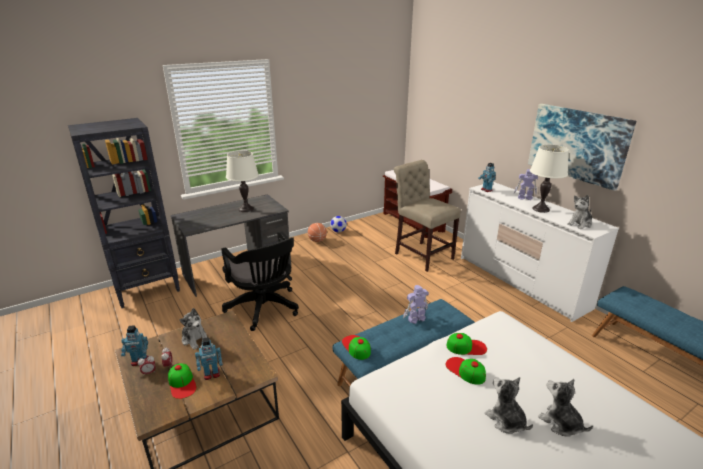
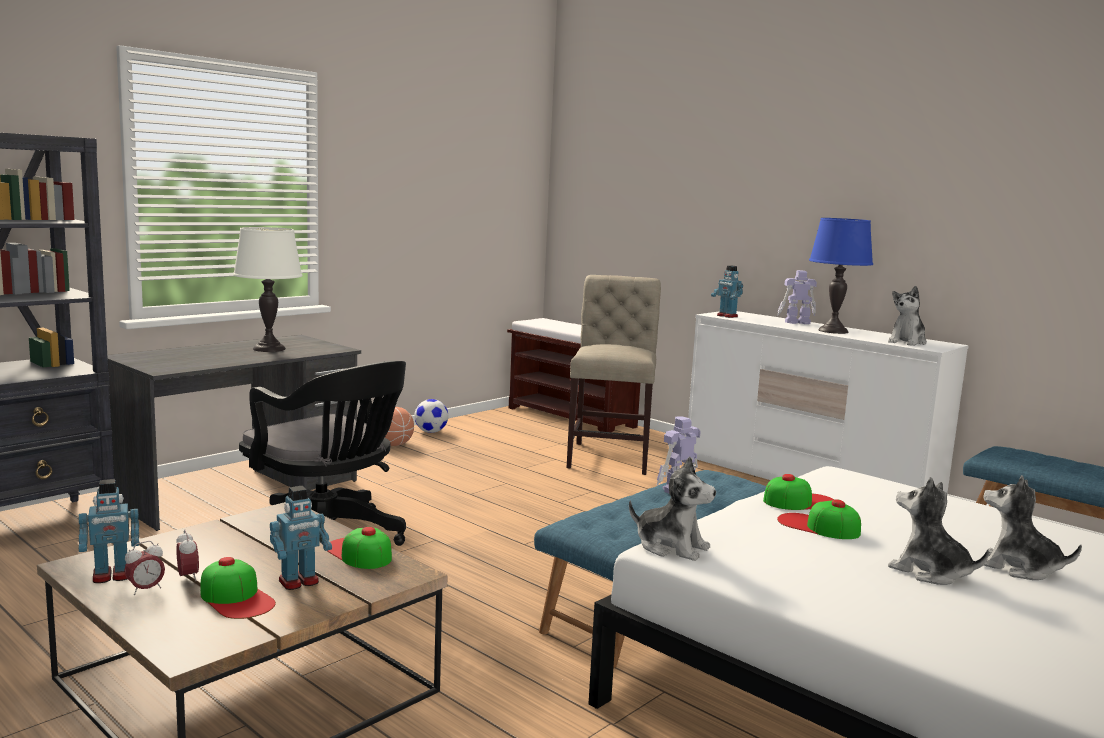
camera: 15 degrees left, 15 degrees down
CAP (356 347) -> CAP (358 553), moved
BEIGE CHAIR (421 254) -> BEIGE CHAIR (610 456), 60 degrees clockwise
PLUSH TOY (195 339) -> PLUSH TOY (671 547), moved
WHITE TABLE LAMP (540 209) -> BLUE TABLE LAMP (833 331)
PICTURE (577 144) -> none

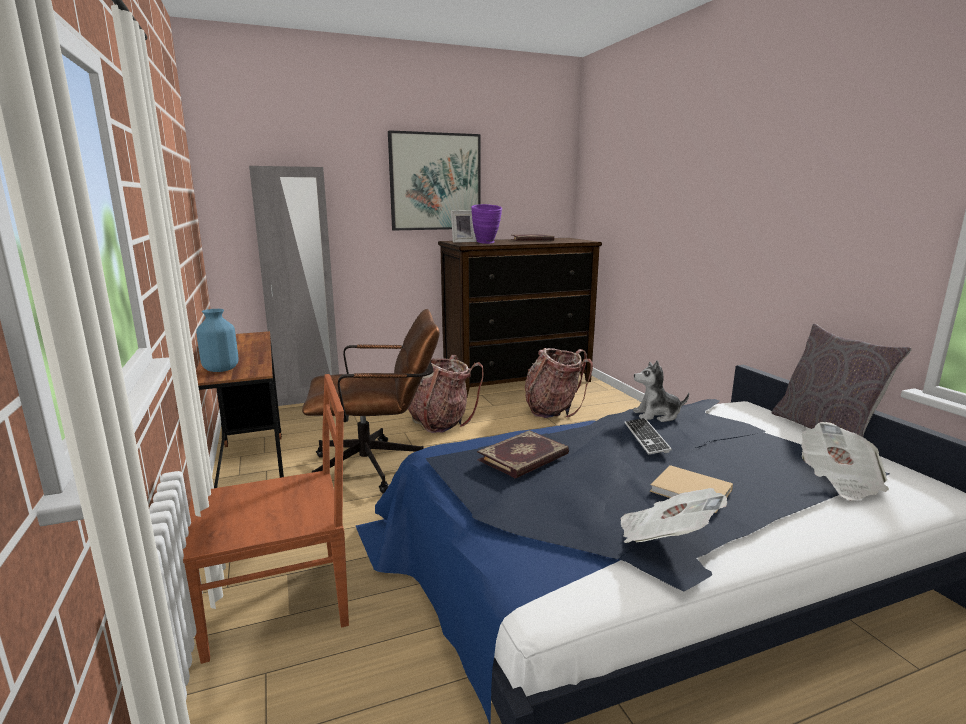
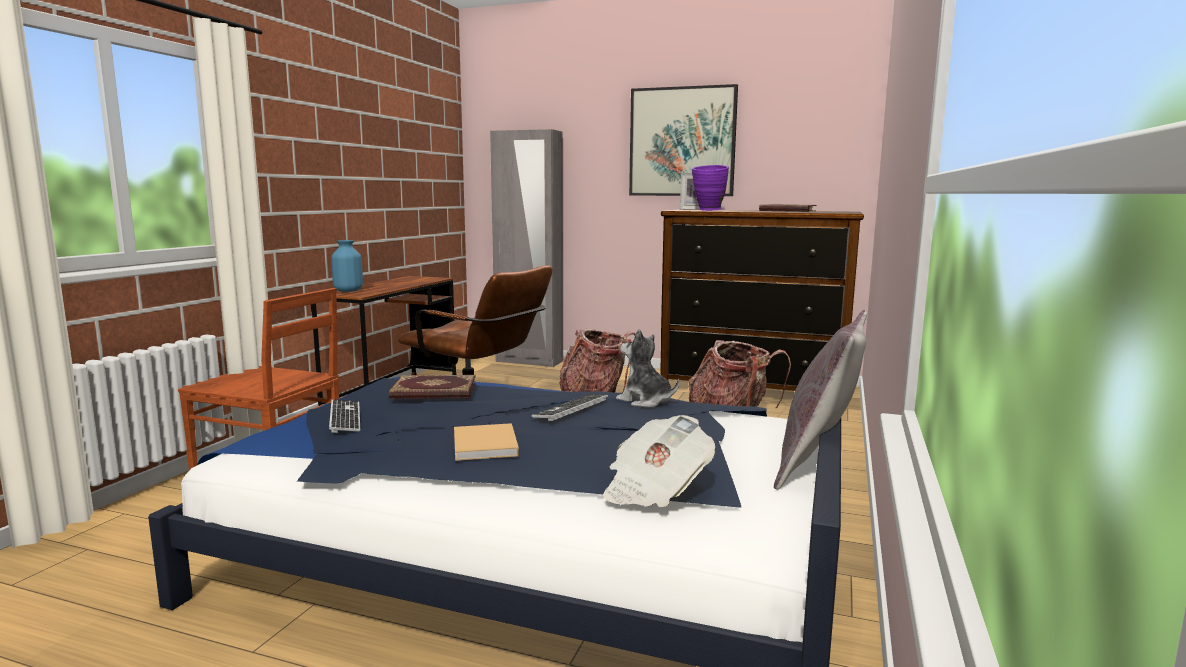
camera: 40 degrees right, 5 degrees down
none -> KEYBOARD (345 417)
NEWSPAPER (665 538) -> none

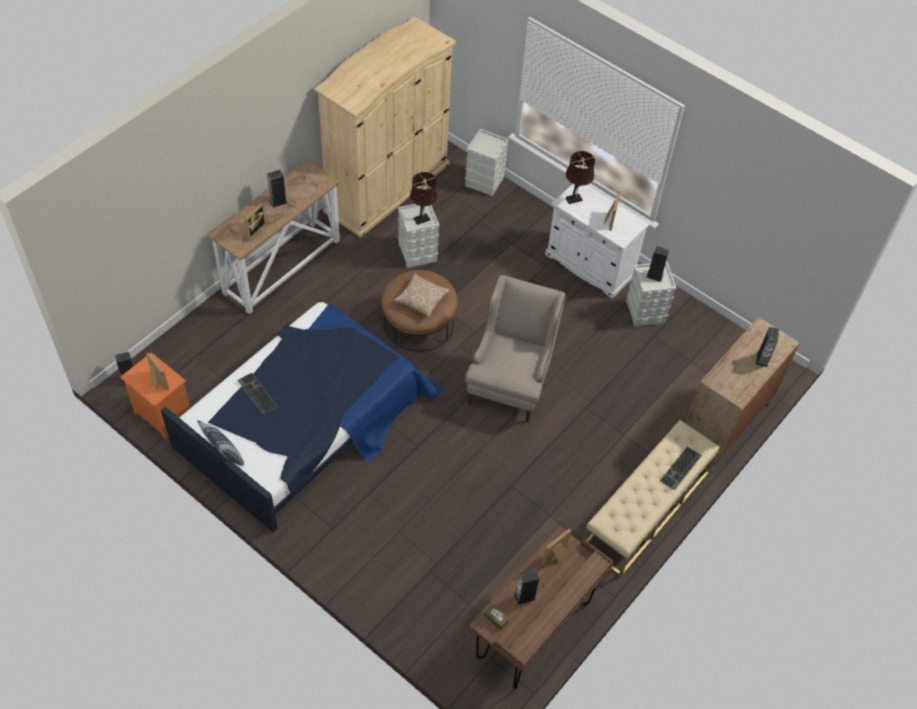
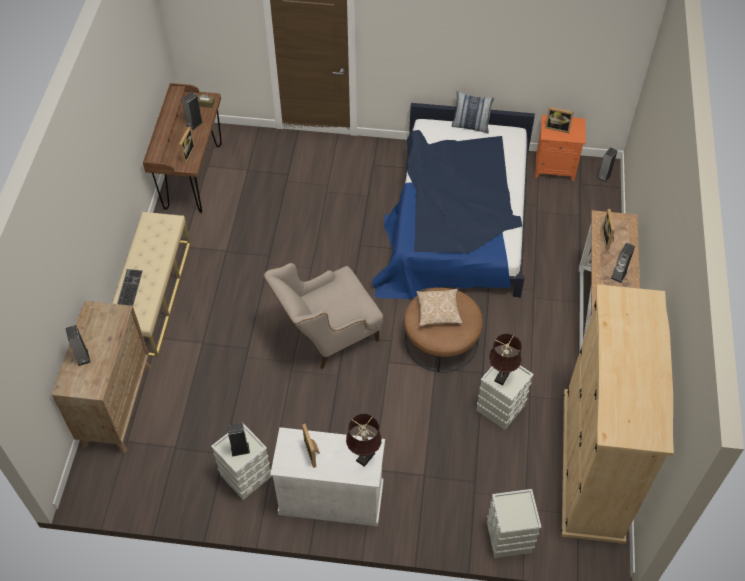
camera: 150 degrees right, 0 degrees up
BEIGE ARMCHAIR (511 379) -> BEIGE ARMCHAIR (326 336), 75 degrees clockwise
KEYBOARD (256 393) -> none

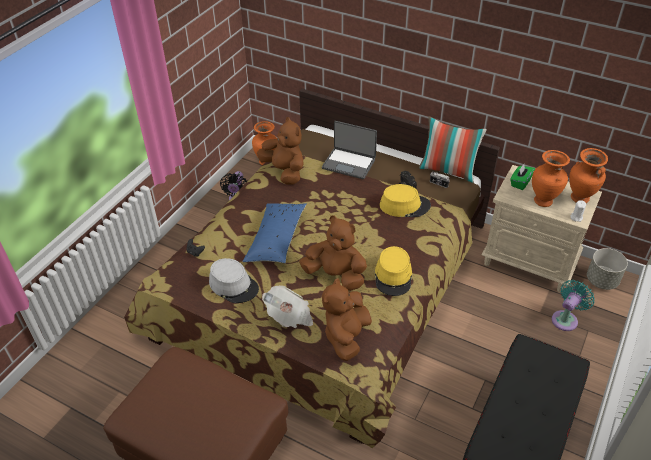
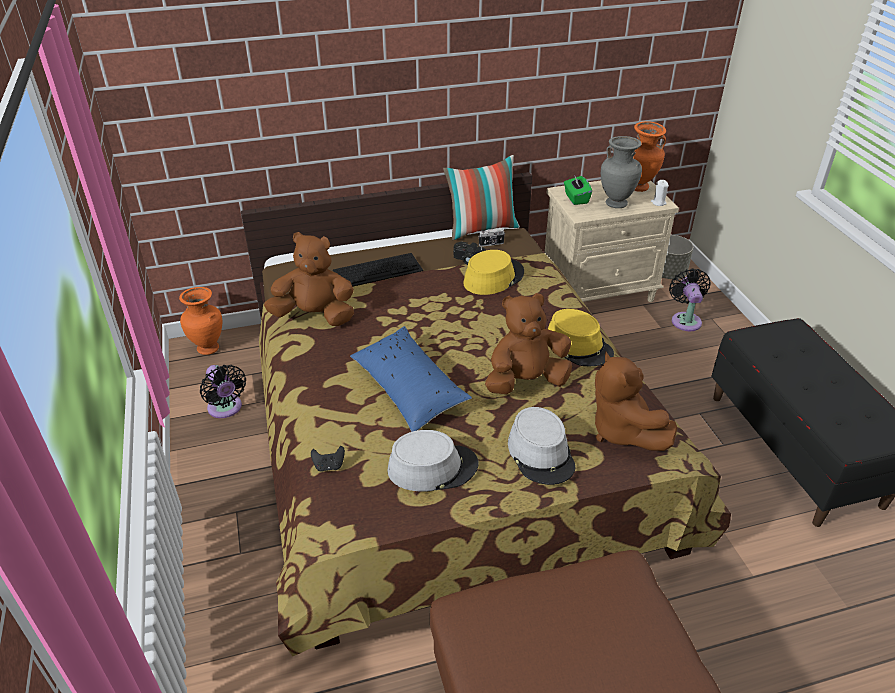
camera: 45 degrees left, 5 degrees down
LAPTOP (349 163) -> KEYBOARD (378 270)
NEWSPAPER (289 316) -> GREY HAT (541 454)
ORANGE VASE (543 201) -> GREY VASE (616 203)
TURQUOISE FAN (566 319) -> BLACK FAN (685 320)

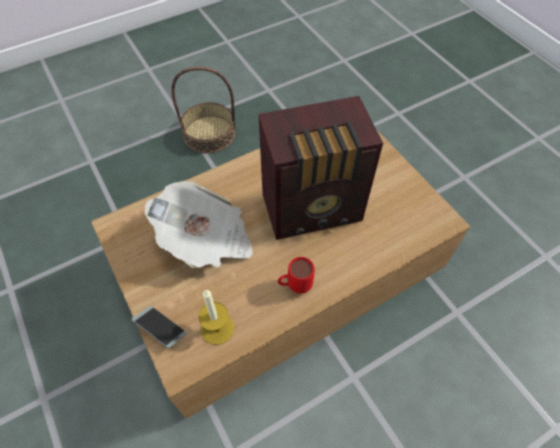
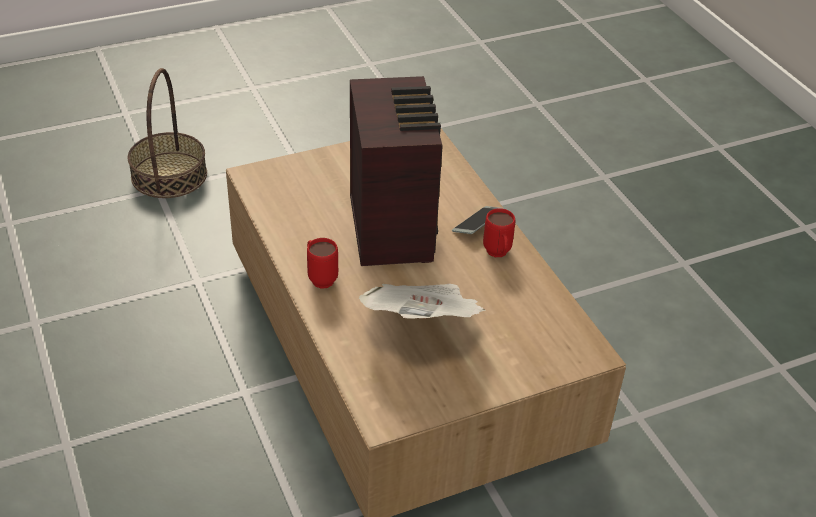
camera: 85 degrees left, 15 degrees down
BASKET (209 134) -> BASKET (169 175), moved
none -> RED MUG (320 277)
PHONE (160 328) -> PHONE (478 224), moved
CANDLE (217 328) -> none

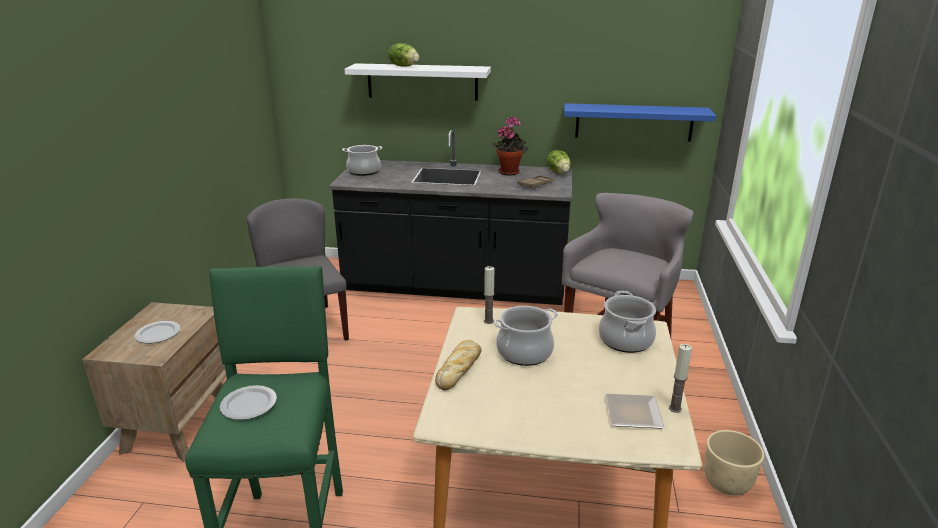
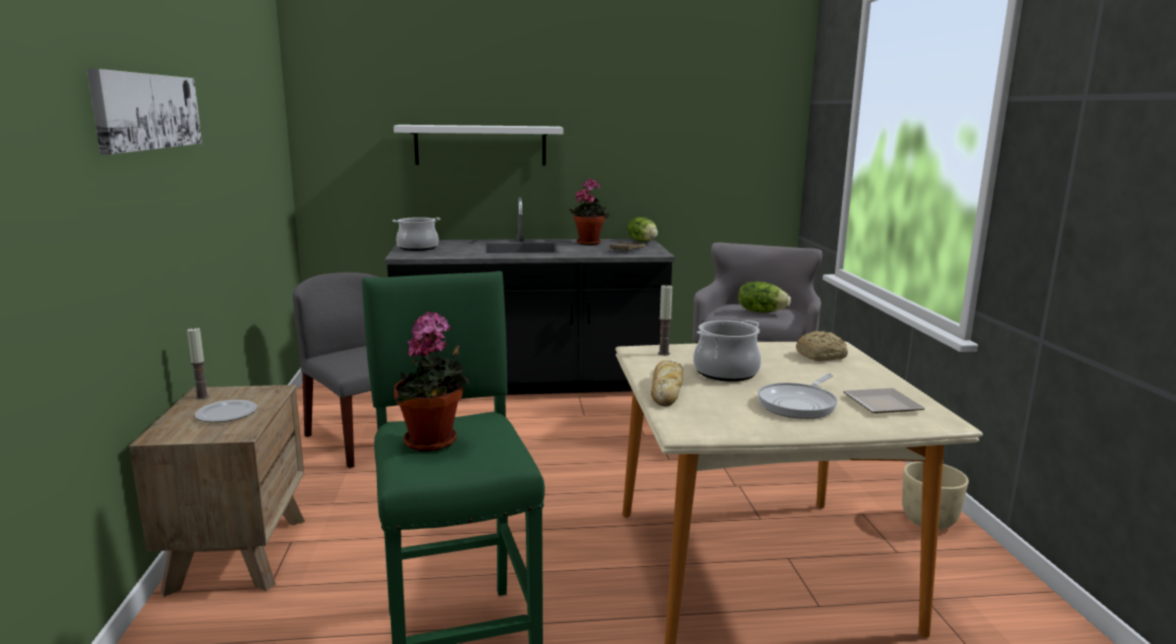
camera: 15 degrees left, 10 degrees down
none -> PICTURE (147 111)
CANDLE (675 408) -> CANDLE (202 397), moved
PLATE (249 405) -> POTTED PLANT (434 443)
LETTUCE (404 66) -> LETTUCE (761 311), moved
none -> FRYING PAN (799 404)
COOKING POT (626 340) -> BREAD (822 356)
BLUE SHELF (634 122) -> none

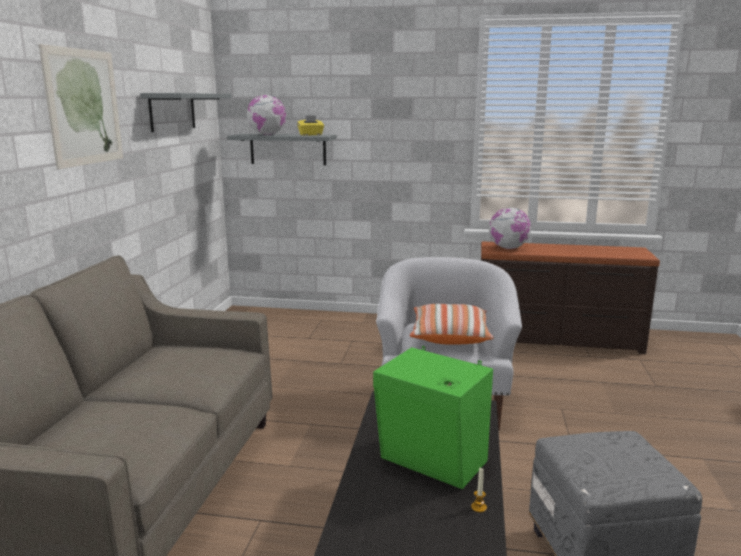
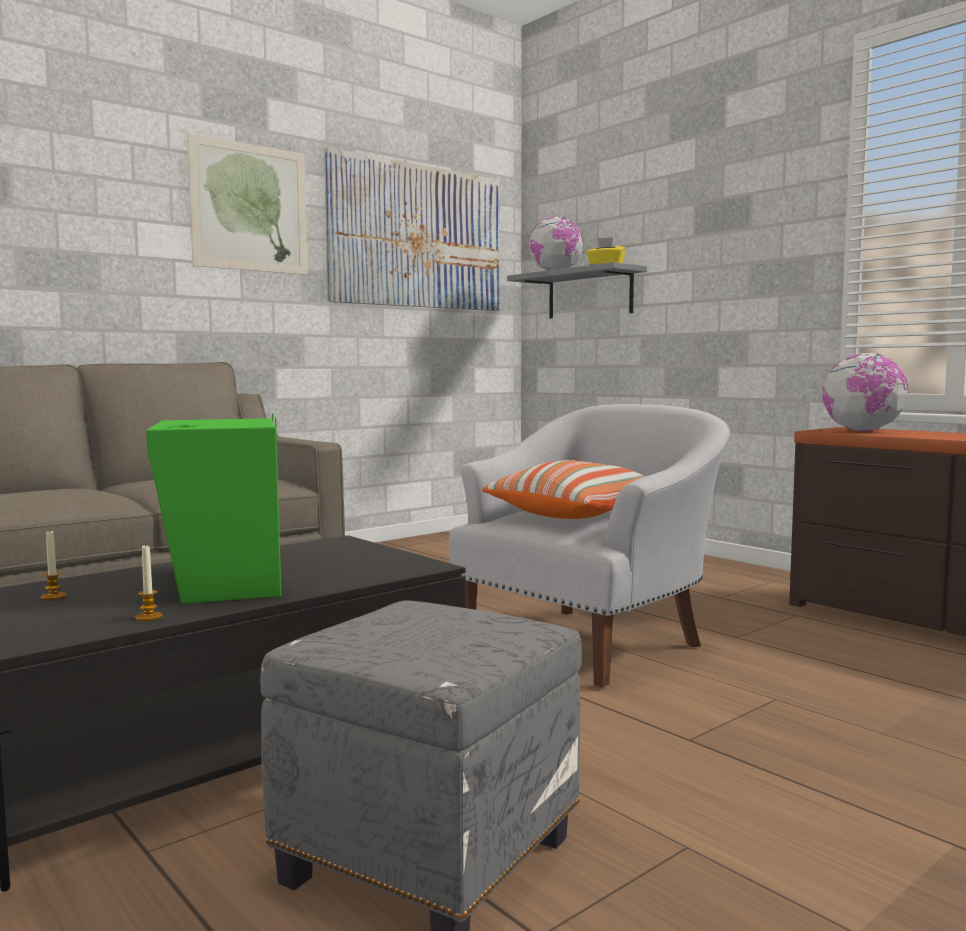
camera: 40 degrees right, 10 degrees down
none -> CANDLE (53 597)
GREY SHELF (172 111) -> PICTURE (417 237)

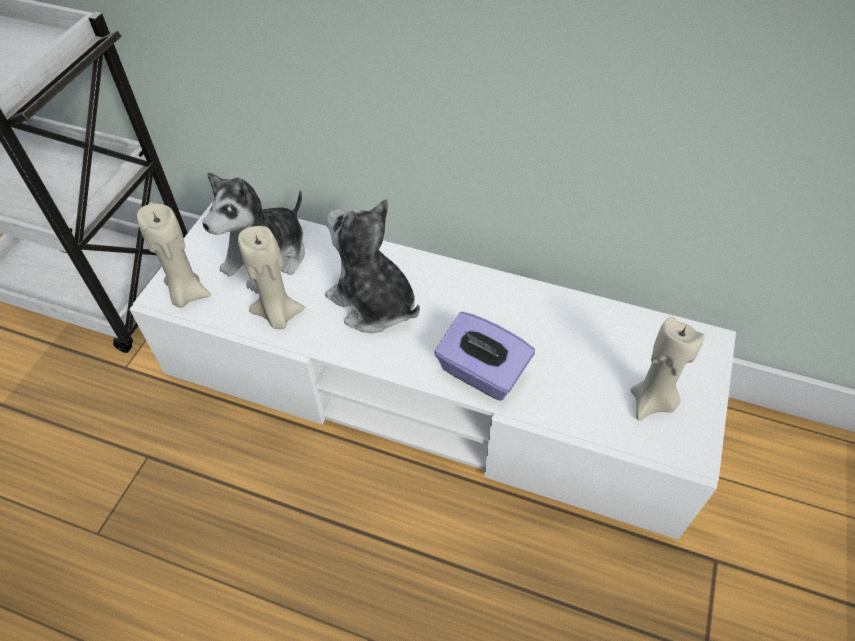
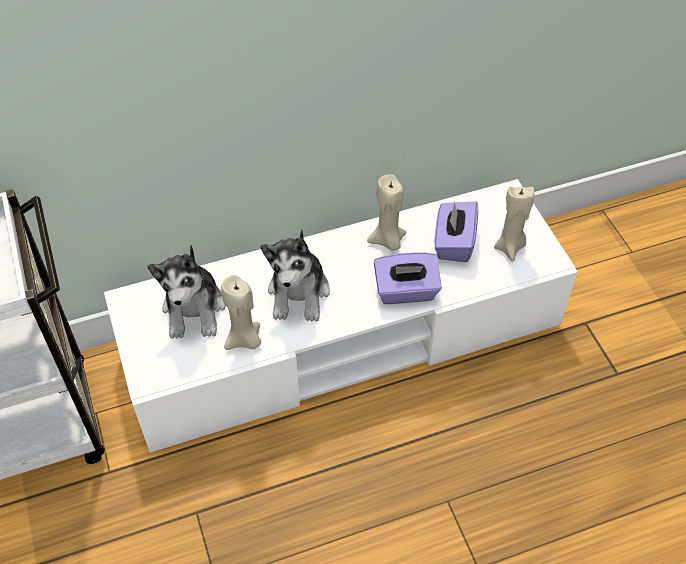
camera: 40 degrees left, 0 degrees up
PLUSH TOY (373 303) -> PLUSH TOY (299 293), 90 degrees counterclockwise
BEIGE CANDLE (187 294) -> BEIGE CANDLE (388 241), moved
none -> PURPLE TISSUE BOX (453 243)

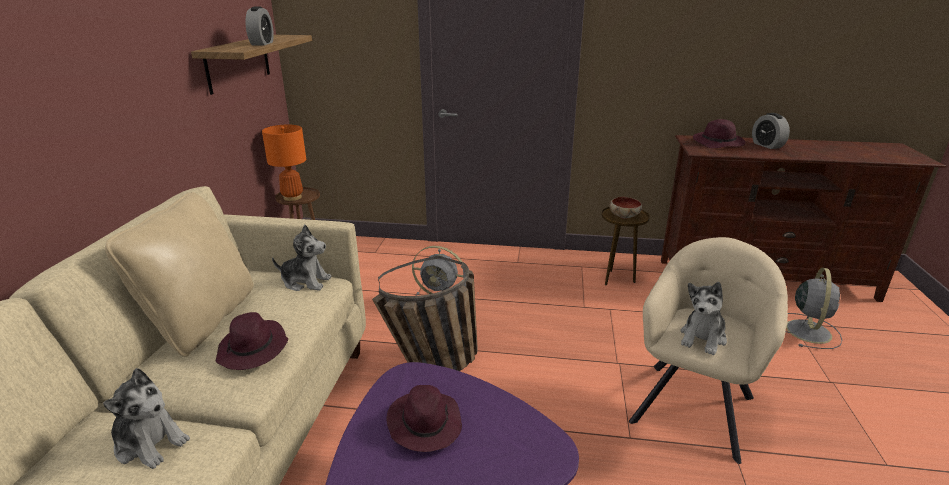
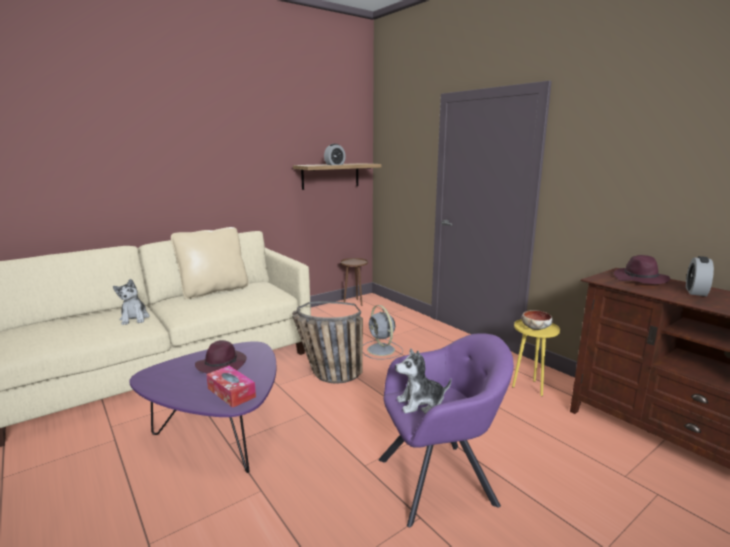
camera: 45 degrees right, 10 degrees down
none -> TISSUE BOX (231 393)
BEIGE ARMCHAIR (693 405) -> PURPLE ARMCHAIR (440 480)
BROWN SIDE TABLE (616 279) -> YELLOW SIDE TABLE (529 387)
PURPLE HAT (253 349) -> none
ORANGE TABLE LAMP (292 197) -> none
PLUSH TOY (305 282) -> none
GREY FAN (808 330) -> none

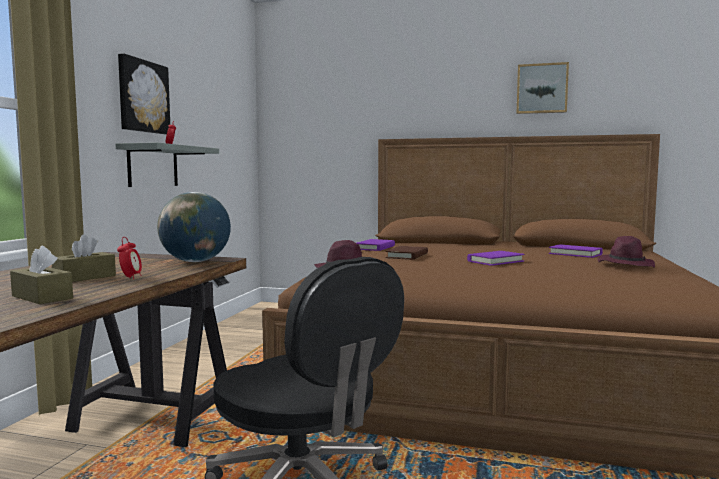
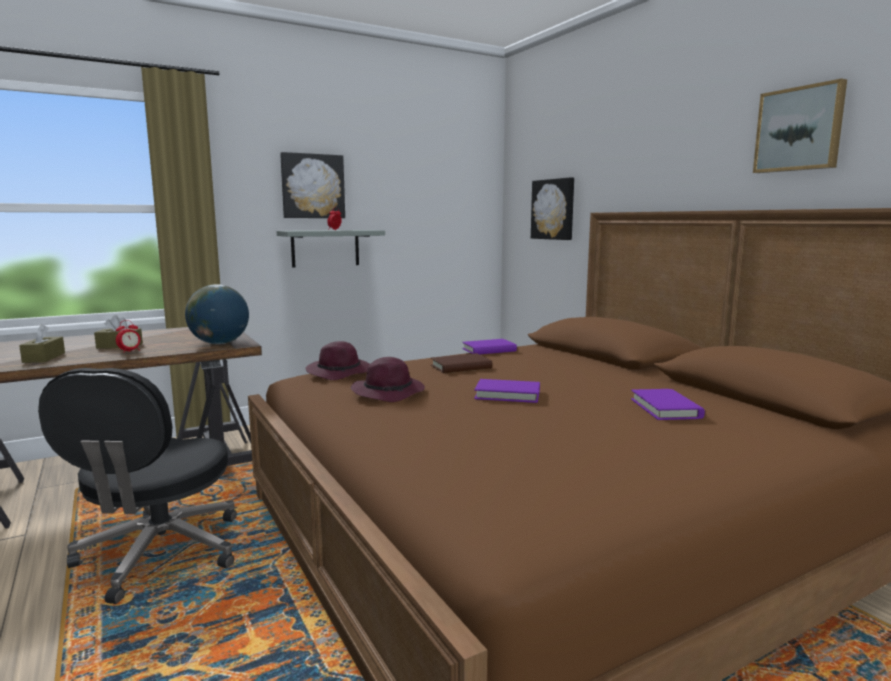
camera: 45 degrees right, 5 degrees up
PURPLE HAT (625 265) -> PURPLE HAT (389 392), moved
none -> PICTURE (553 209)

